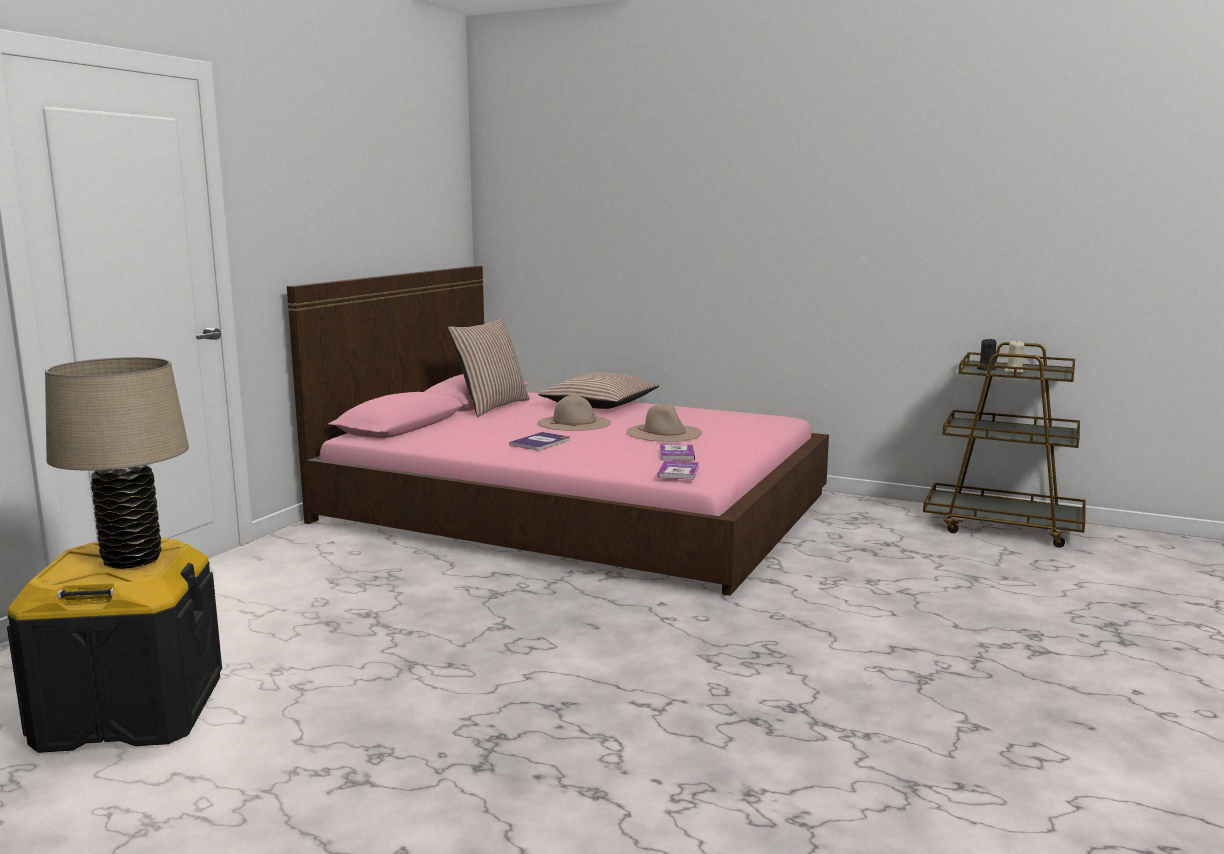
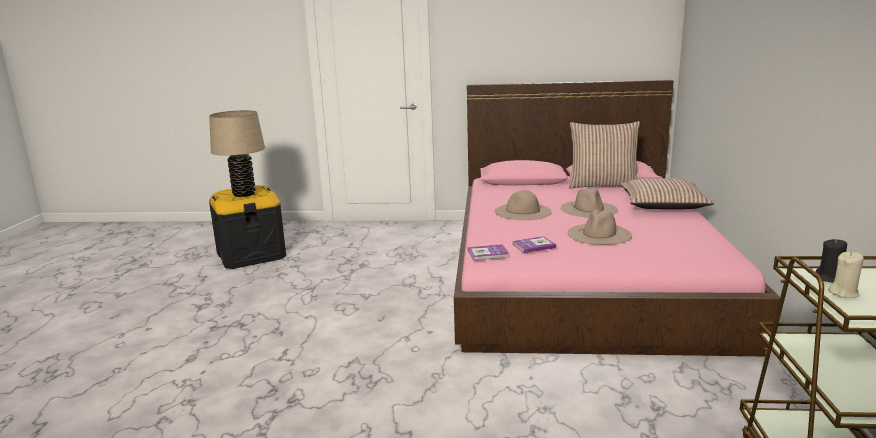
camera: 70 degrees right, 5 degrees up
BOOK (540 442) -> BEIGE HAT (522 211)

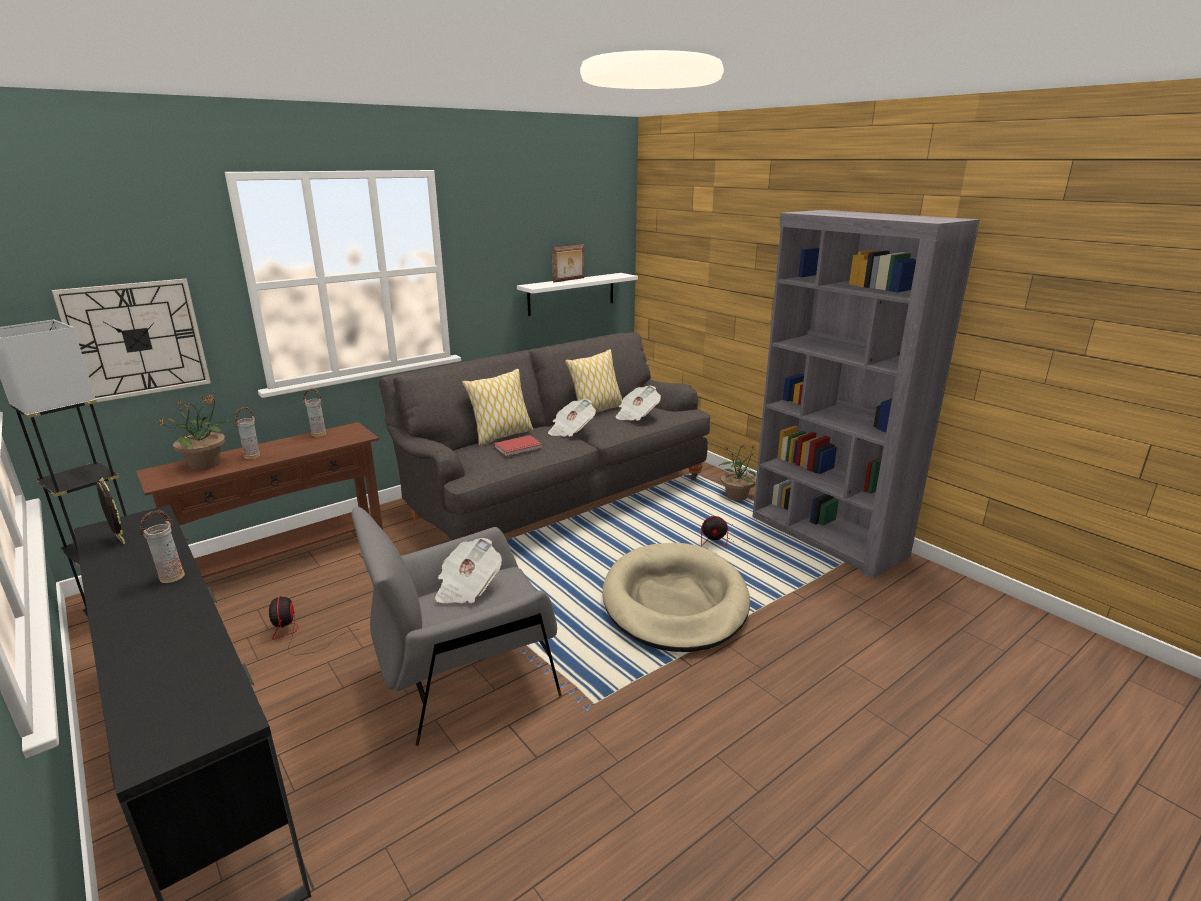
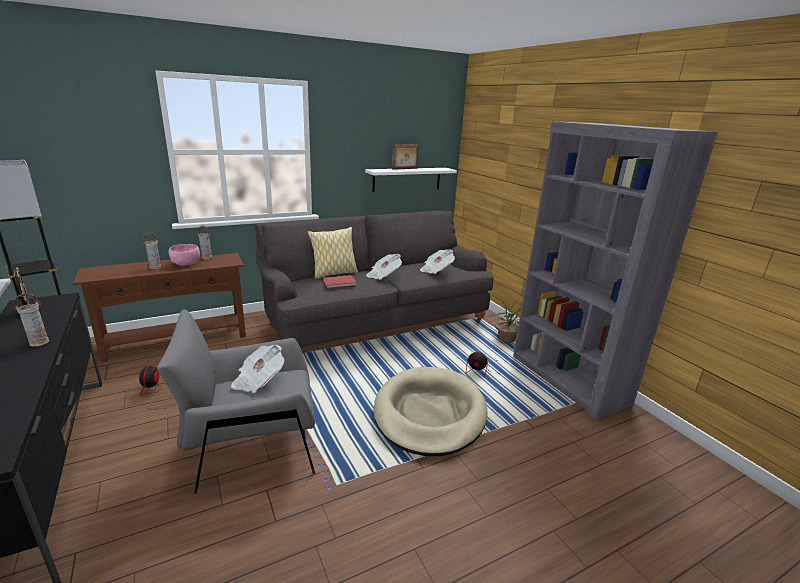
camera: 10 degrees right, 0 degrees up
none -> PINK BOWL (186 263)
WALL CLOCK (136 339) -> none
POTTED PLANT (206 464) -> none
PILLOW (596 411) -> none

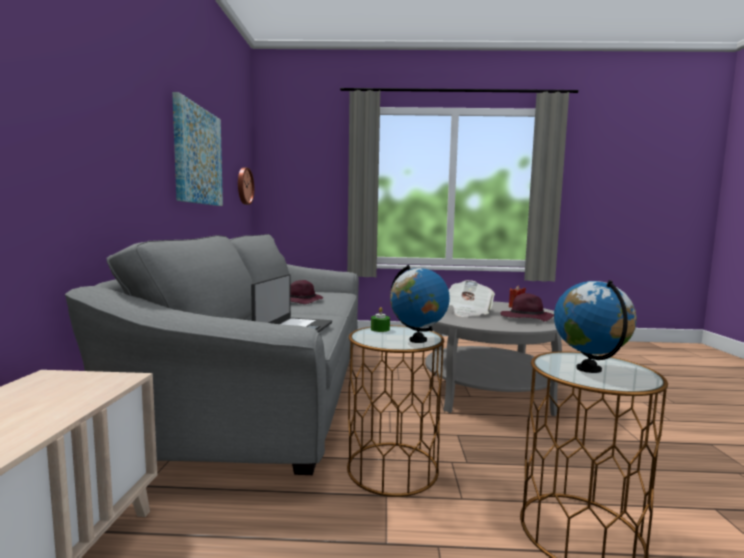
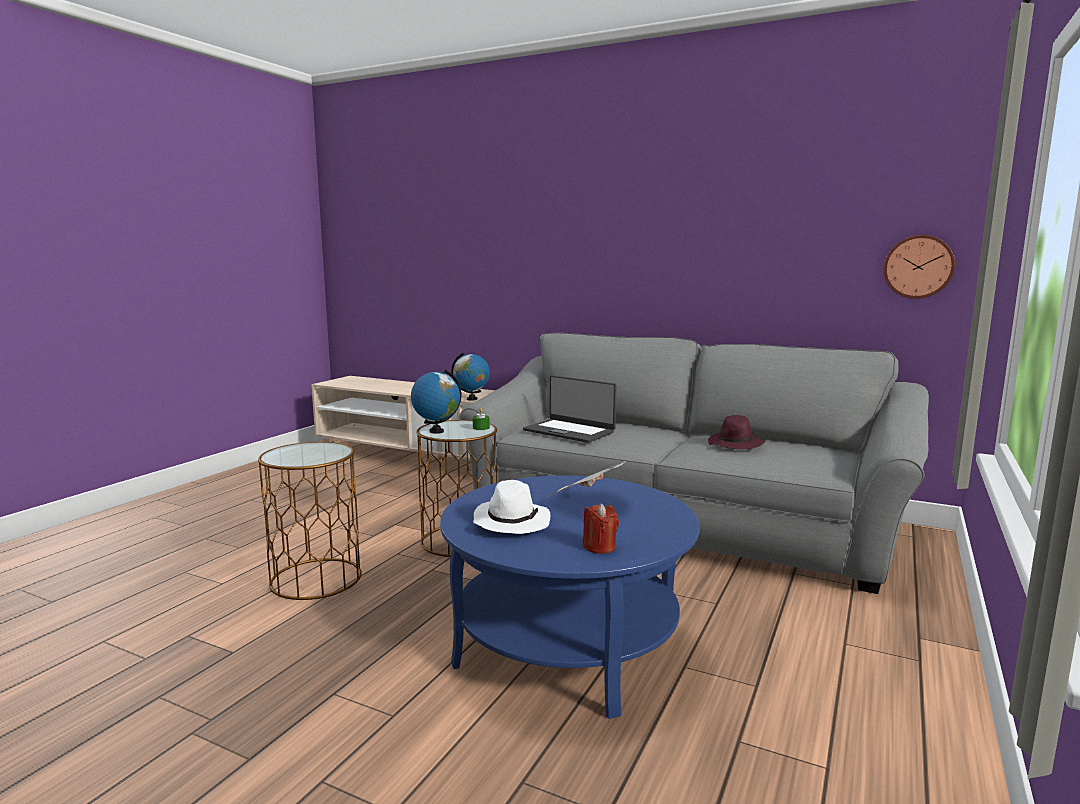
camera: 115 degrees right, 5 degrees up
GREY COFFEE TABLE (487 392) -> BLUE COFFEE TABLE (568 644)
GLOBE (589 369) -> GLOBE (471 399), moved
PURPLE HAT (525 318) -> WHITE HAT (511 522)
PICTURE (197 156) -> none

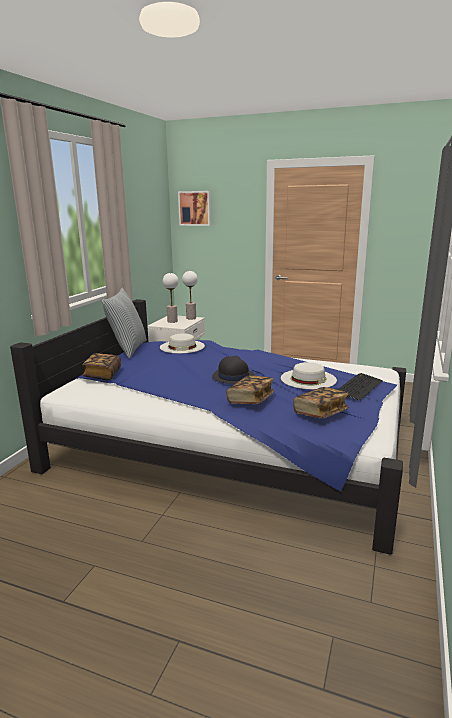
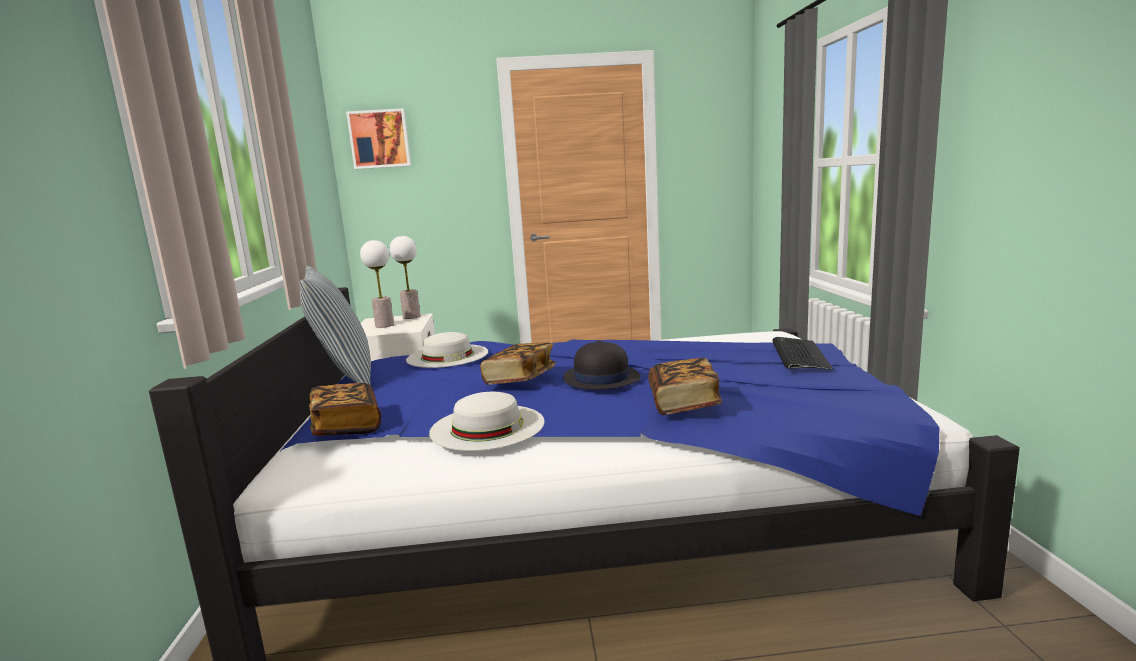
camera: 25 degrees left, 5 degrees down
WHITE HAT (308 379) -> WHITE HAT (487 426), moved
BOOK (320 413) -> BOOK (520 379), moved

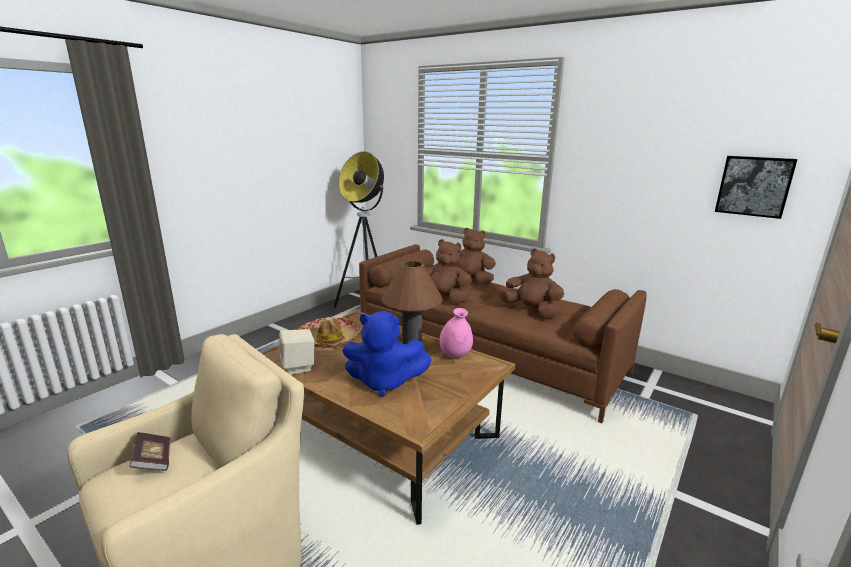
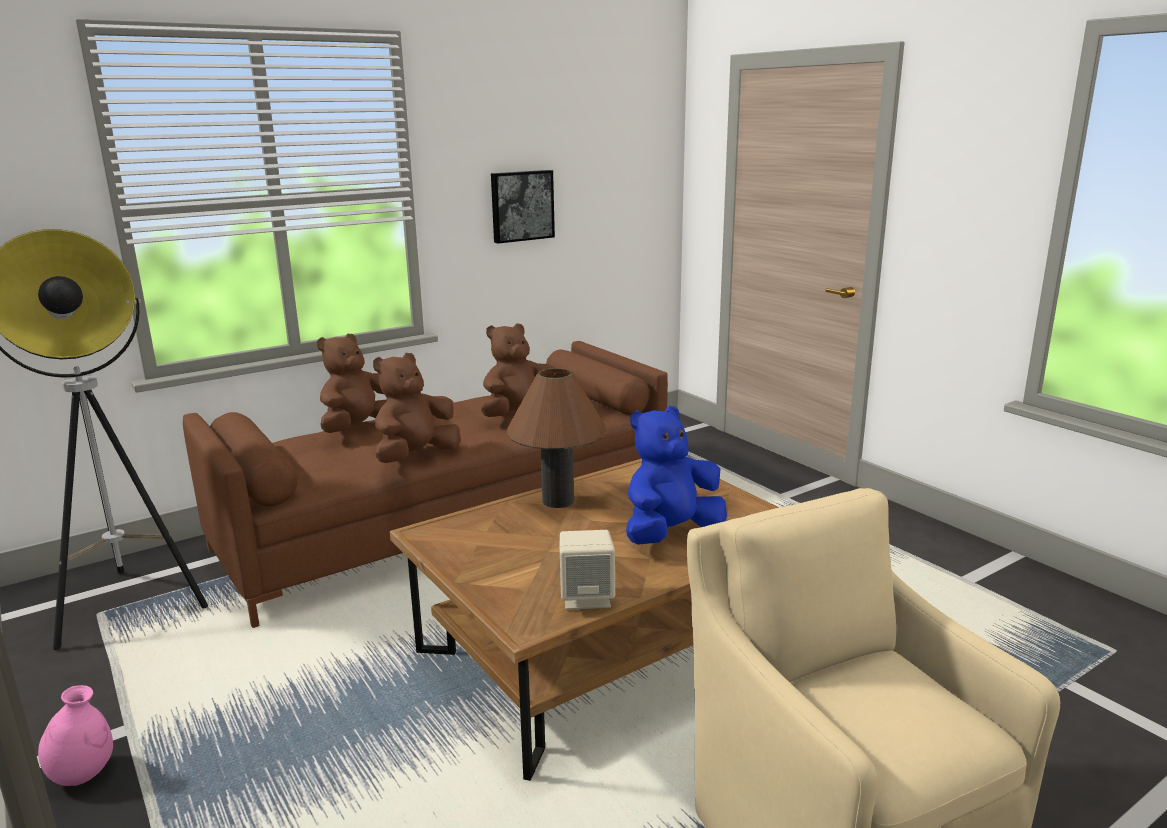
camera: 70 degrees left, 0 degrees up
PINK VASE (455 355) -> PINK VASE (83 775), moved
PICTURE (754 186) -> PICTURE (521 206), moved
BLUE PLUSH TOY (384 382) -> BLUE PLUSH TOY (671 534), 150 degrees counterclockwise
BOOK (153 460) -> none
HAT (329 339) -> none

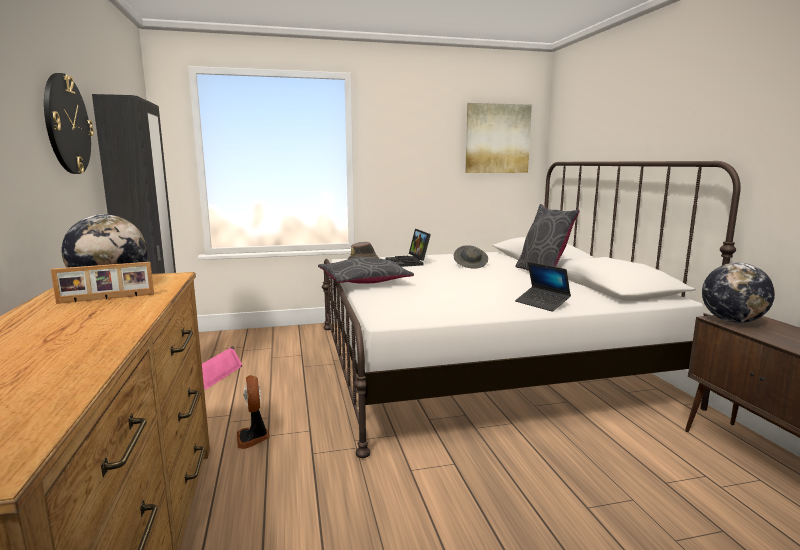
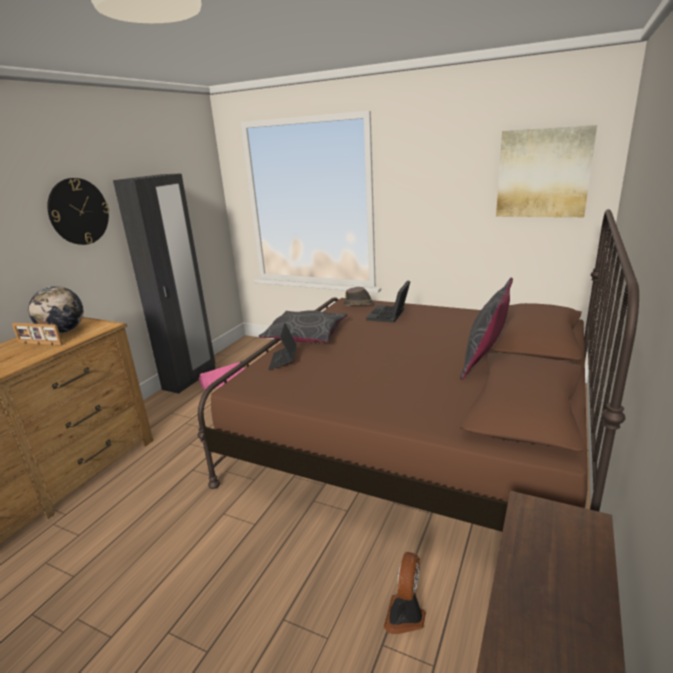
camera: 40 degrees right, 10 degrees up
WHITE BED (479 361) -> BROWN BED (417 433)
LAPTOP (542 304) -> LAPTOP (283 361), moved
FAN (253 437) -> FAN (406 616), moved
GREY HAT (470 265) -> none
GLOBE (732 321) -> none

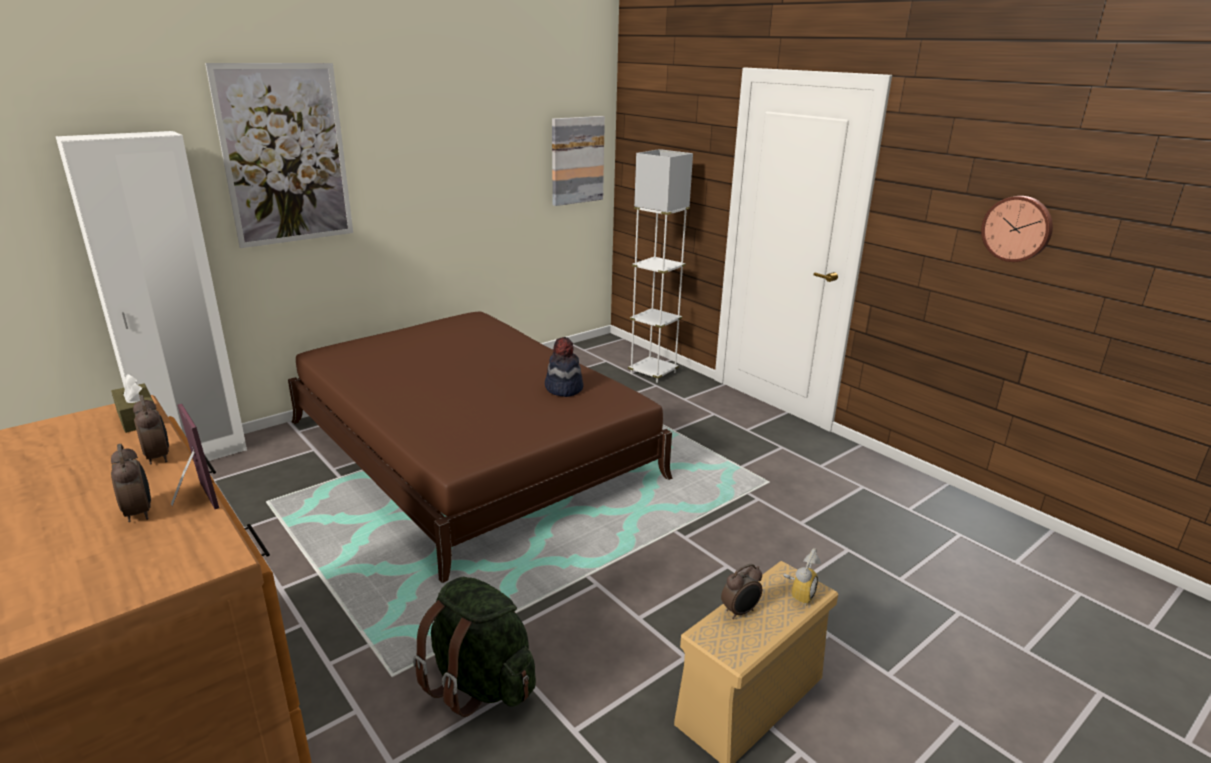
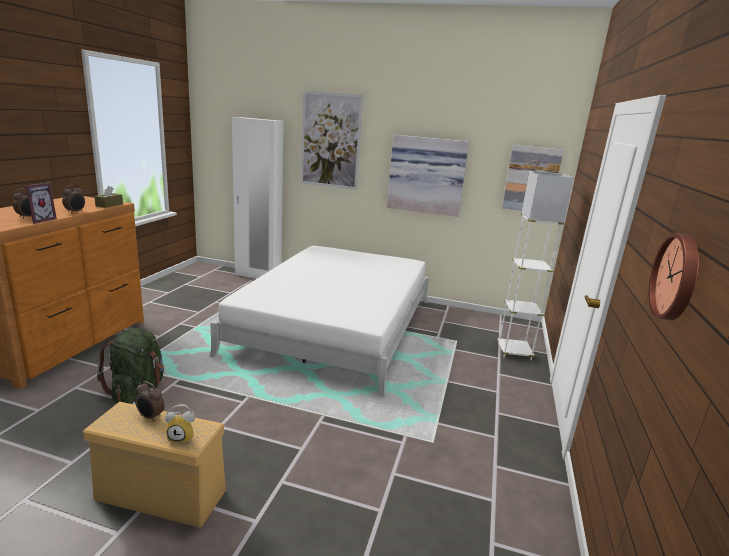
camera: 55 degrees right, 5 degrees down
BROWN BED (471 449) -> WHITE BED (335 325)
none -> PICTURE (426 175)
HAT (563 388) -> none

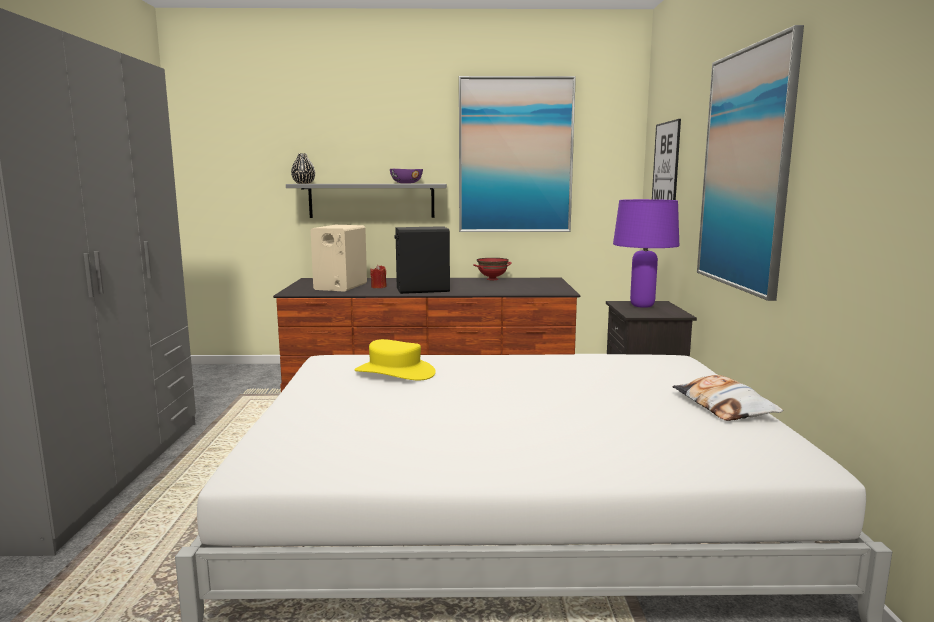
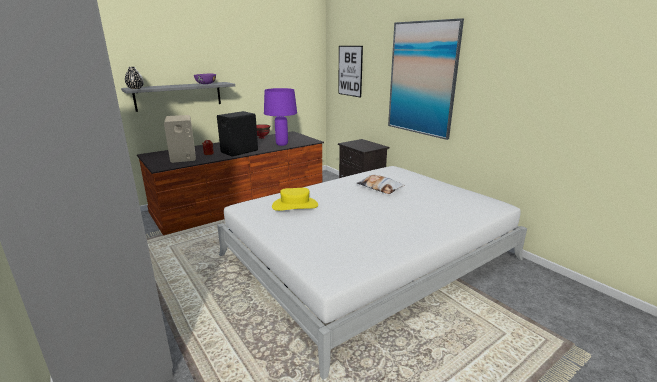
camera: 35 degrees left, 10 degrees up
PURPLE TABLE LAMP (641 305) -> PURPLE TABLE LAMP (281 144), moved
PILLOW (723 406) -> PILLOW (379 187), moved
PICTURE (515 156) -> none

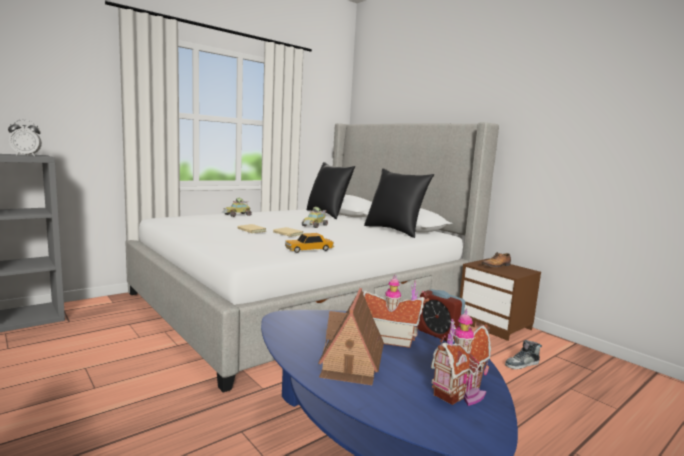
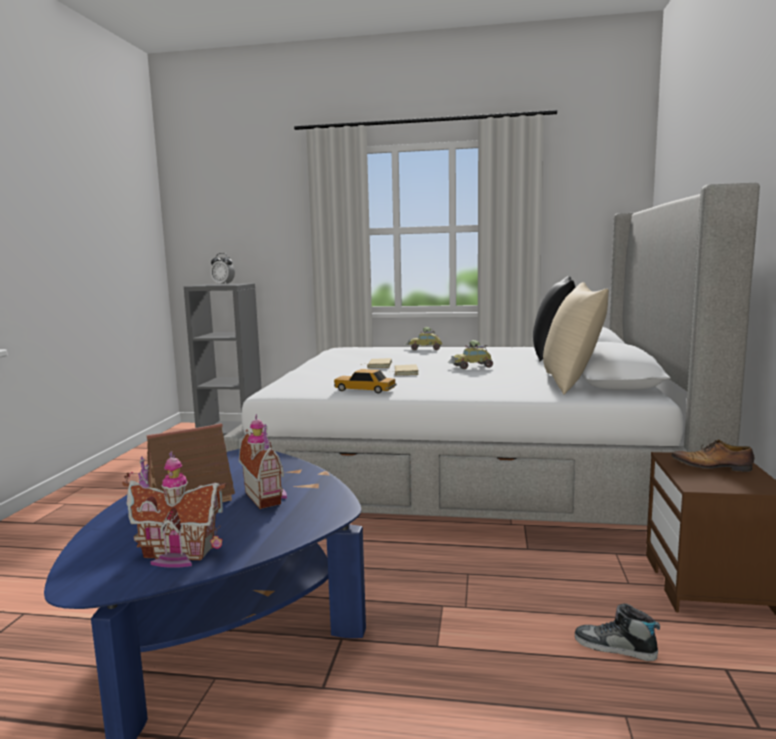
camera: 50 degrees right, 0 degrees up
BLACK PILLOW (394 230) -> BEIGE PILLOW (572 383)
ALARM CLOCK (438 334) -> none

